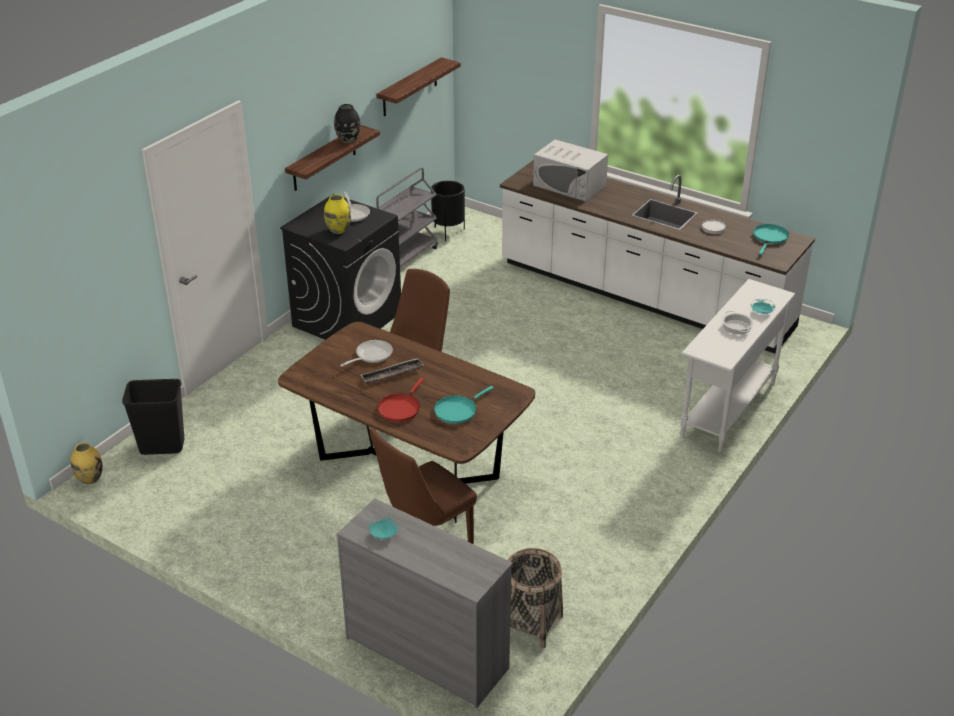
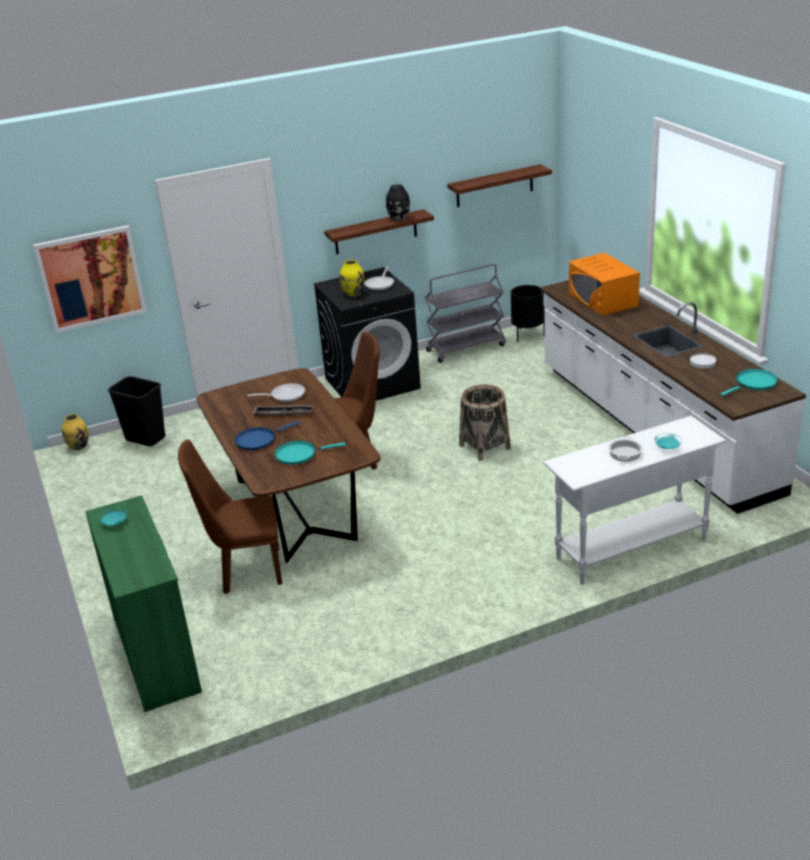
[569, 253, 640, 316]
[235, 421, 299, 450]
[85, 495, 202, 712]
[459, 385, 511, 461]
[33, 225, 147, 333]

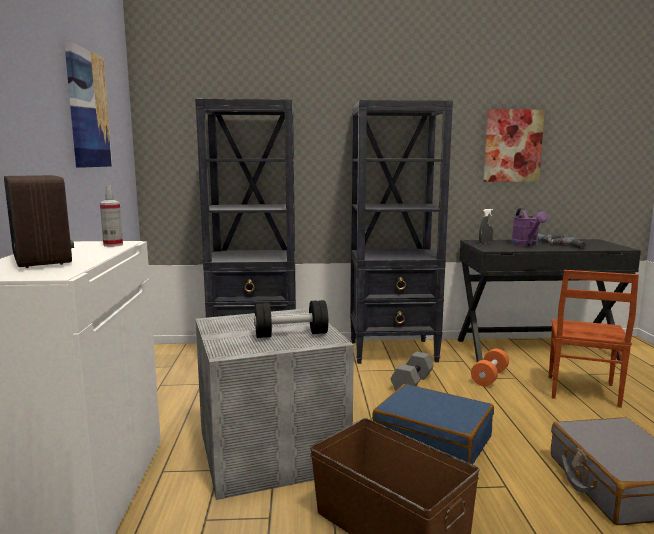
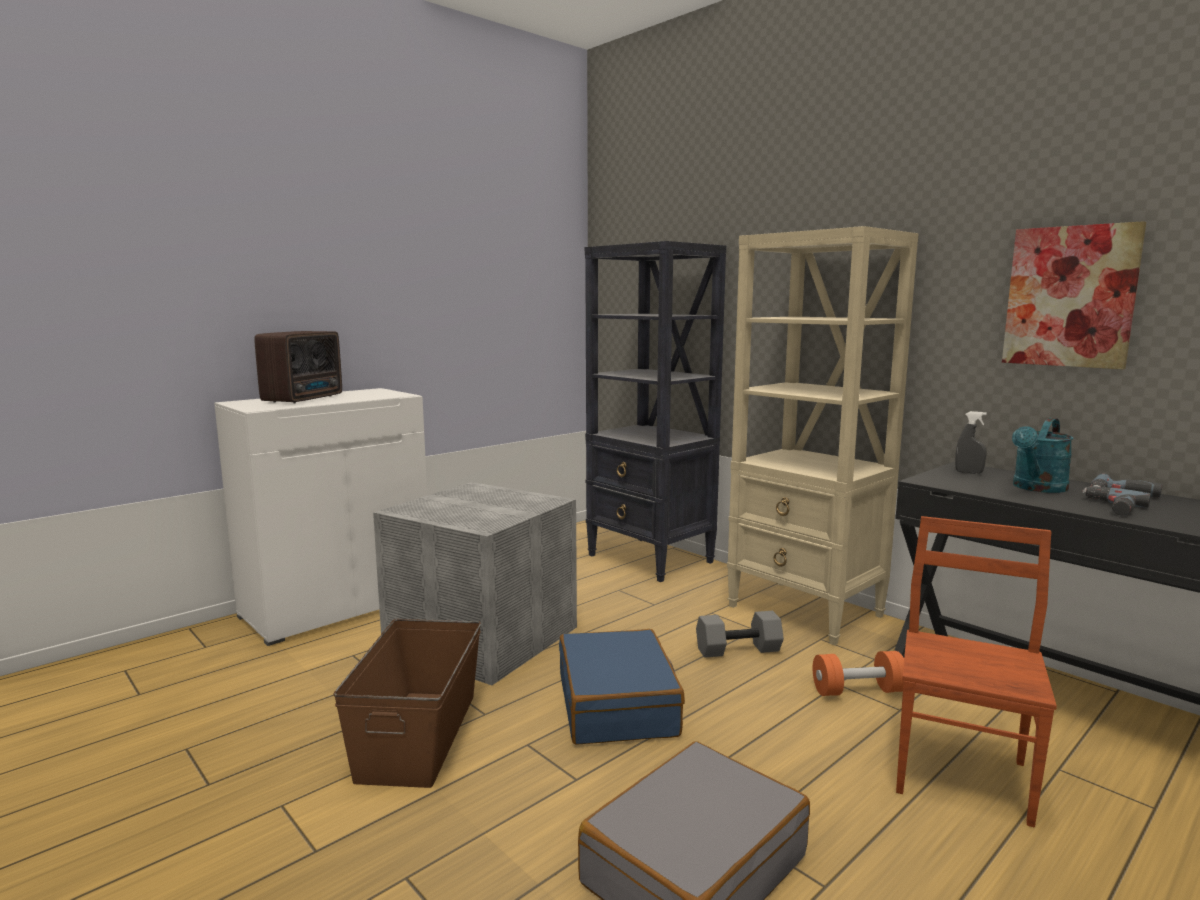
[64, 41, 112, 168] (first image)
[727, 226, 919, 645]
[100, 186, 123, 247] (first image)
[1012, 418, 1074, 493]
[896, 516, 1057, 827]
[254, 300, 328, 338] (first image)

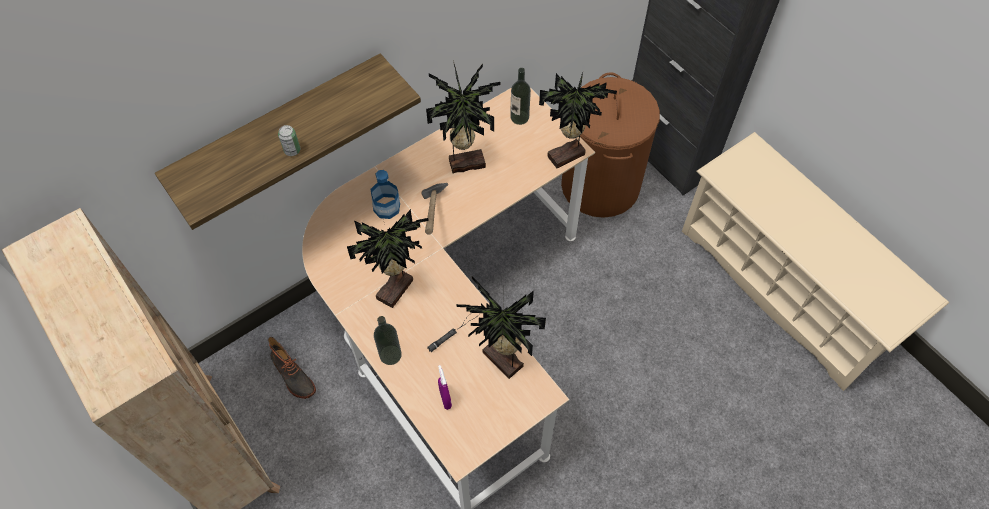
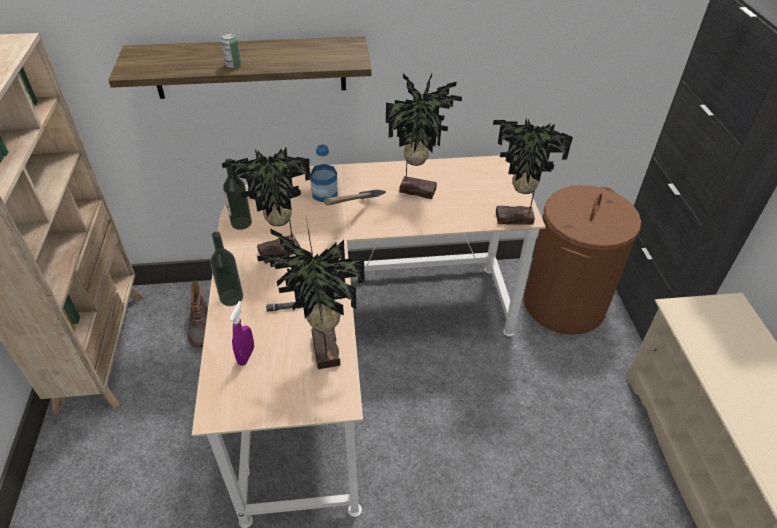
[223, 159, 252, 230]

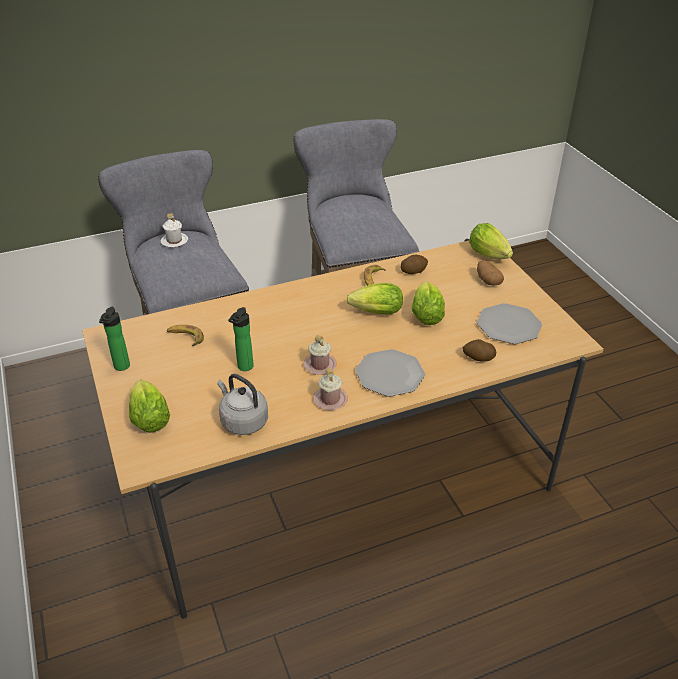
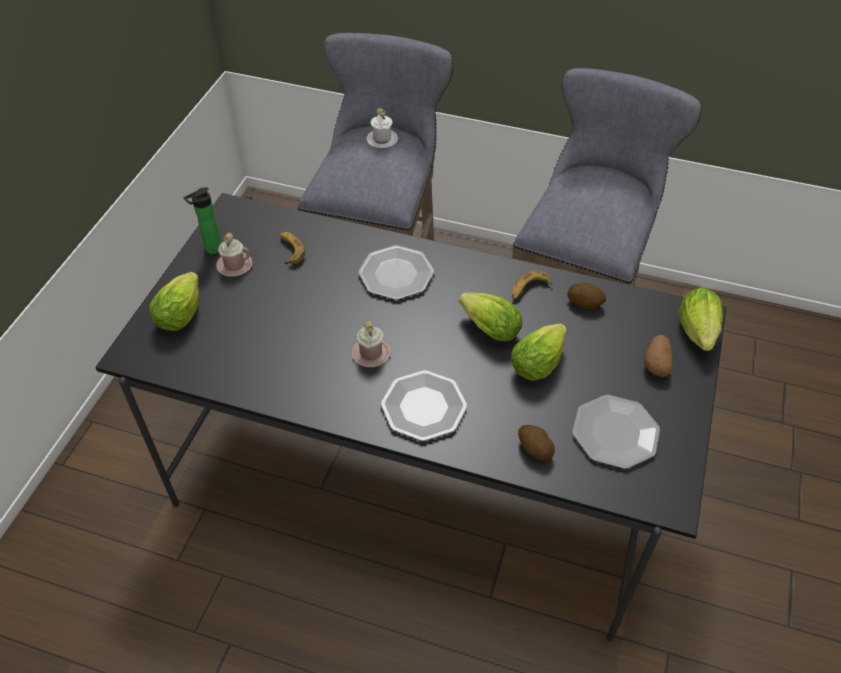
[95, 193, 726, 642]
[228, 307, 254, 371] (first image)
[216, 233, 252, 277]
[217, 374, 268, 435] (first image)
[358, 245, 434, 300]

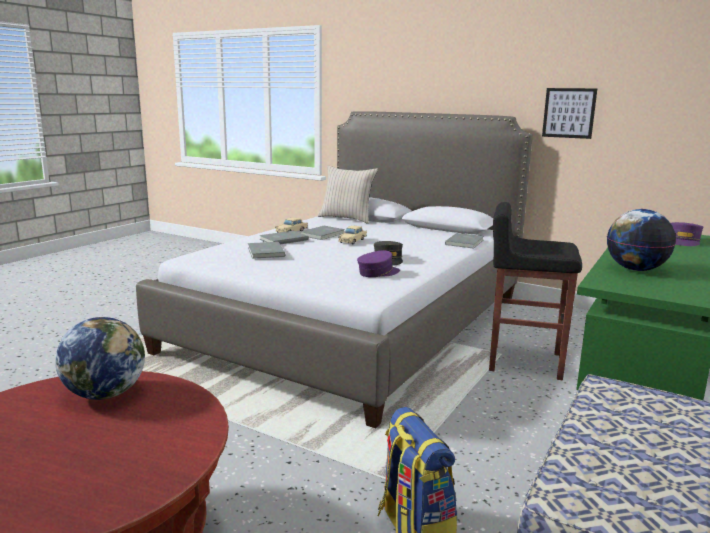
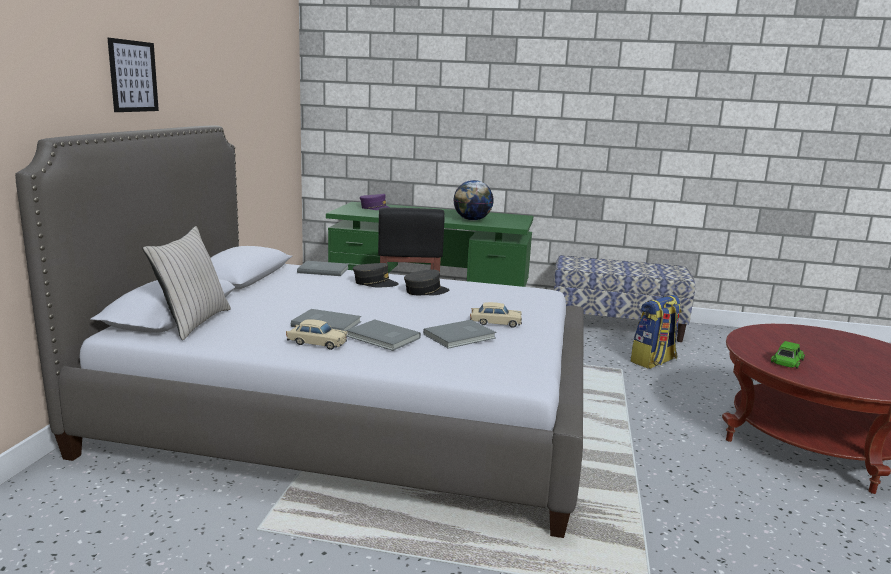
[108, 38, 159, 112]
[470, 302, 522, 328]
[357, 251, 400, 277] (first image)
[771, 341, 805, 369]
[353, 263, 399, 287]

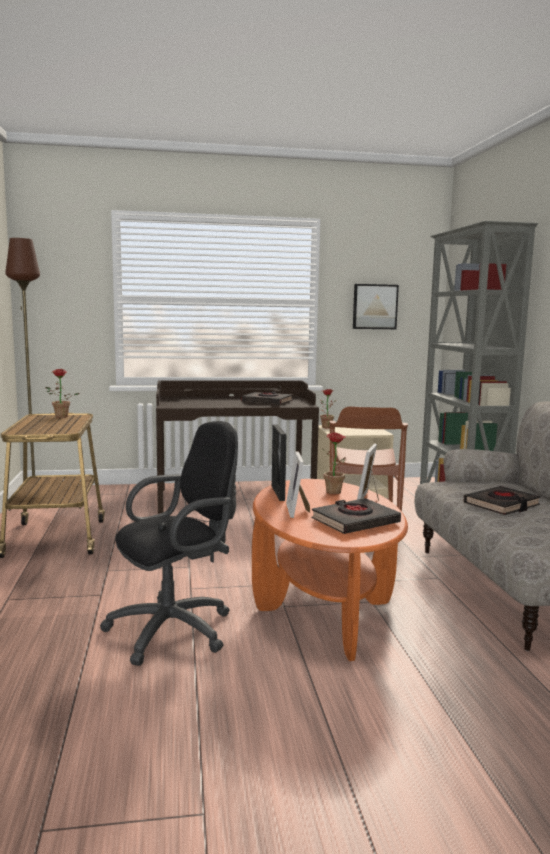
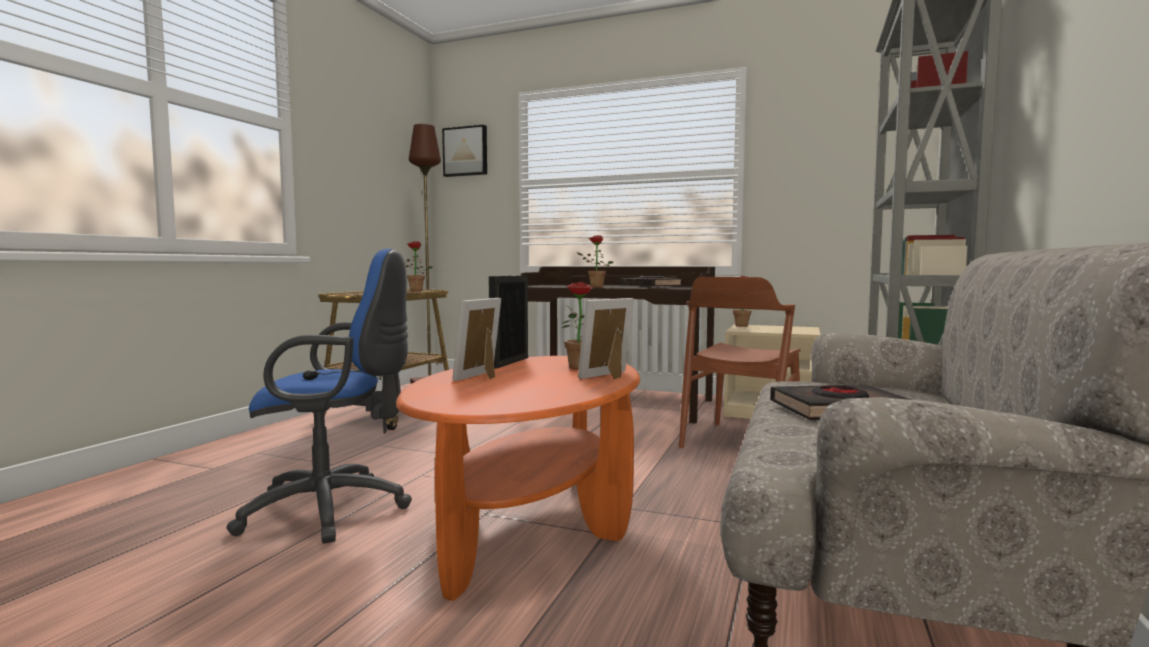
[442, 125, 487, 177]
[226, 249, 412, 543]
[311, 498, 401, 534] (first image)
[577, 235, 613, 287]

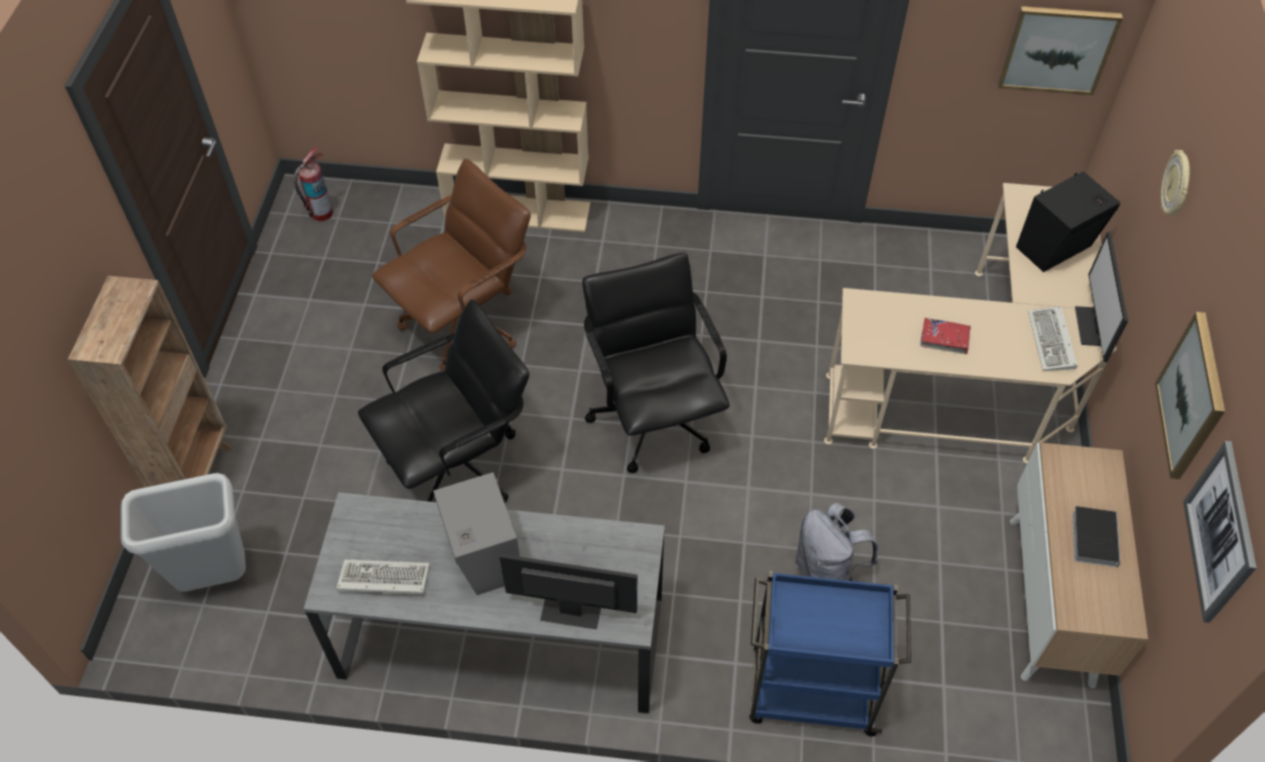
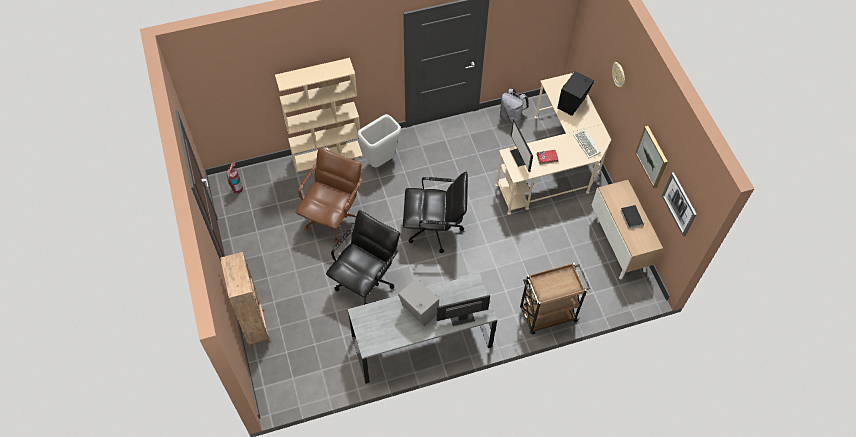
[998, 6, 1123, 95] (first image)
[510, 119, 533, 172]
[403, 172, 468, 253]
[358, 114, 401, 167]
[500, 89, 529, 125]
[336, 559, 430, 595] (first image)
[520, 263, 590, 335]

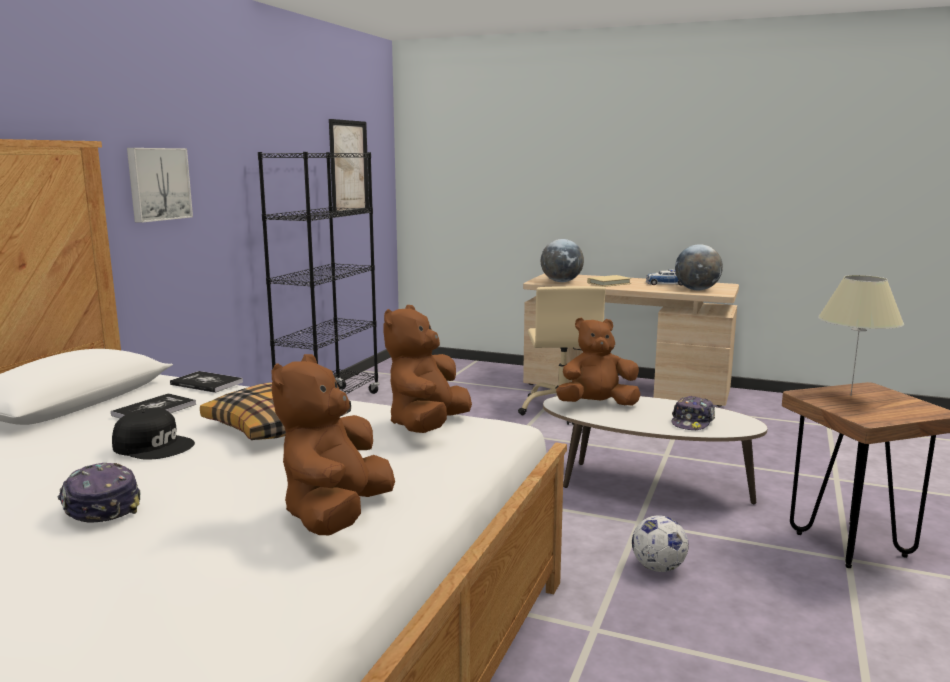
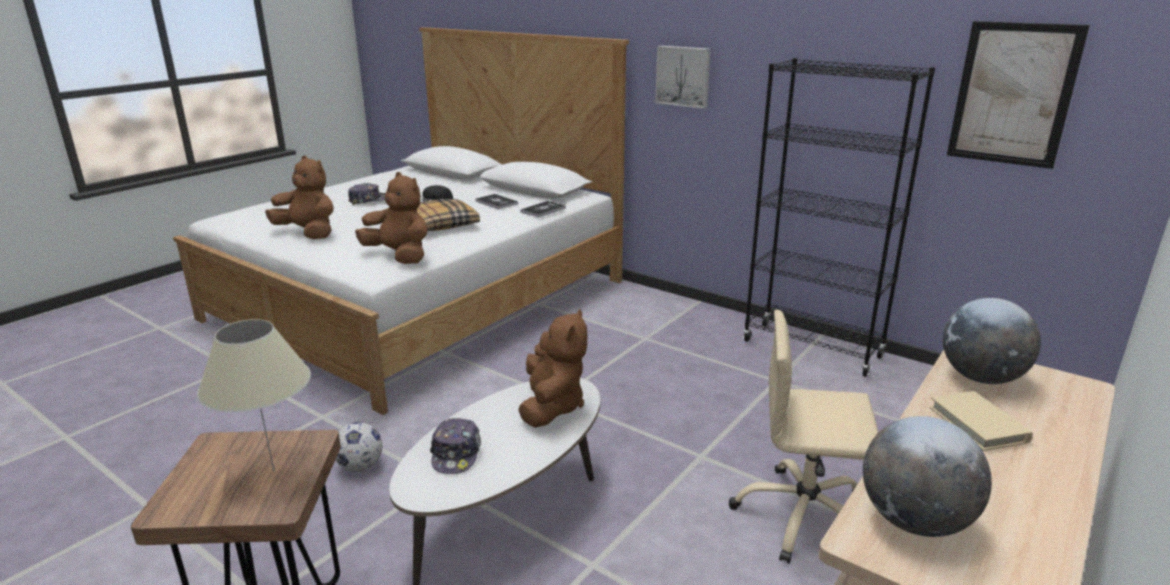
[646, 270, 682, 286] (first image)
[430, 418, 481, 474]

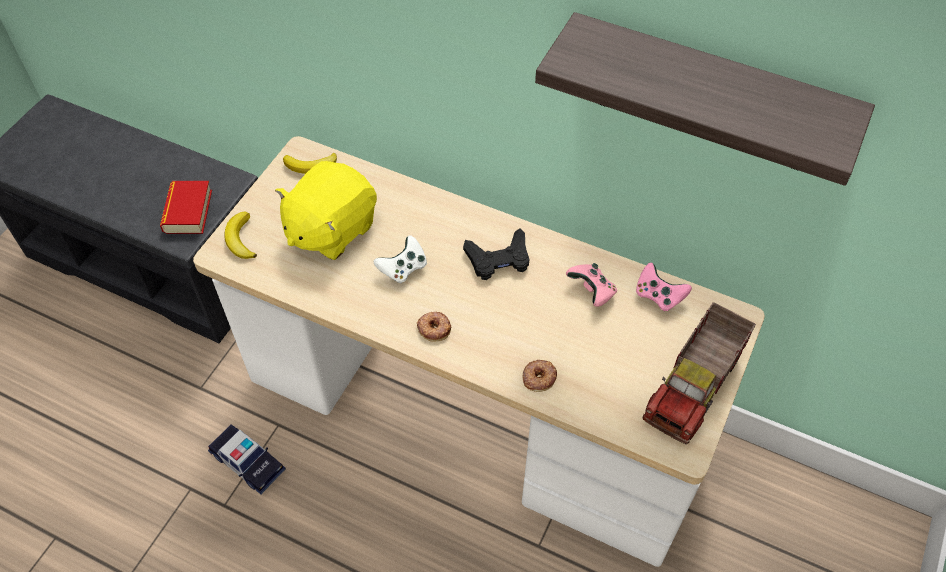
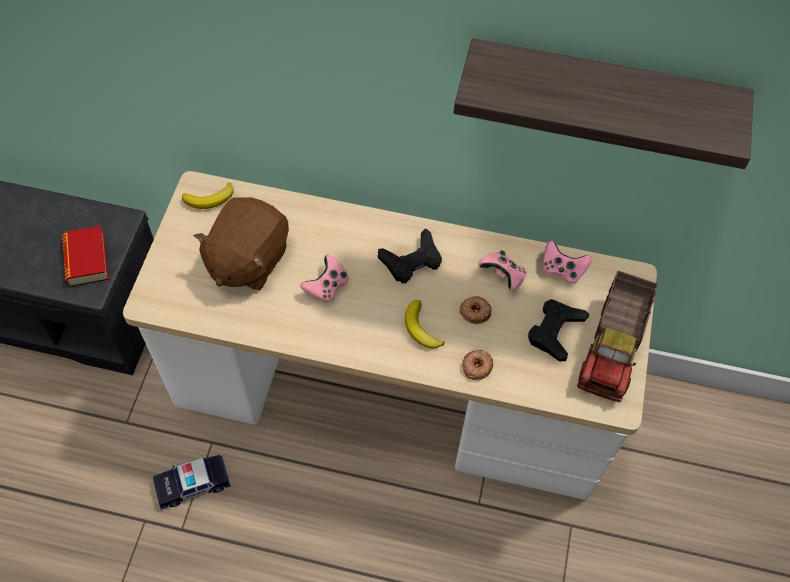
[194, 197, 289, 290]
[405, 300, 444, 349]
[300, 254, 349, 302]
[459, 296, 492, 324]
[153, 455, 231, 510]
[528, 299, 590, 361]

